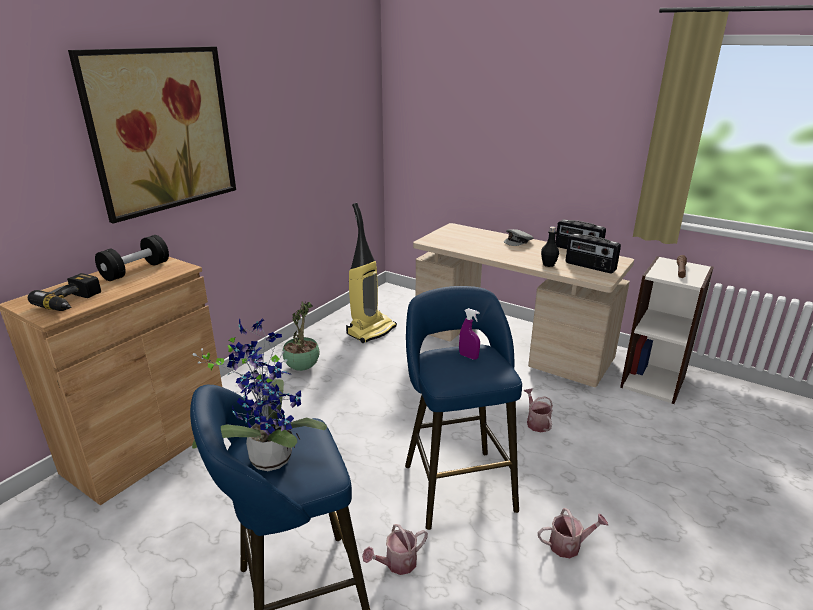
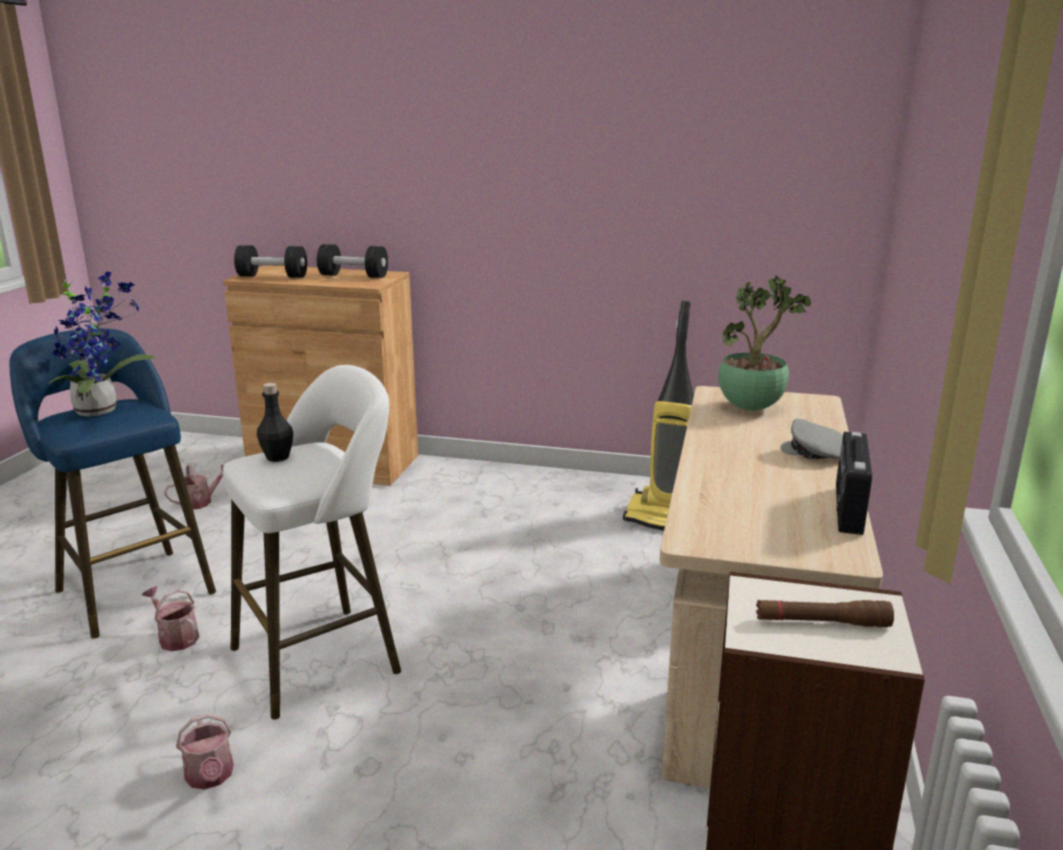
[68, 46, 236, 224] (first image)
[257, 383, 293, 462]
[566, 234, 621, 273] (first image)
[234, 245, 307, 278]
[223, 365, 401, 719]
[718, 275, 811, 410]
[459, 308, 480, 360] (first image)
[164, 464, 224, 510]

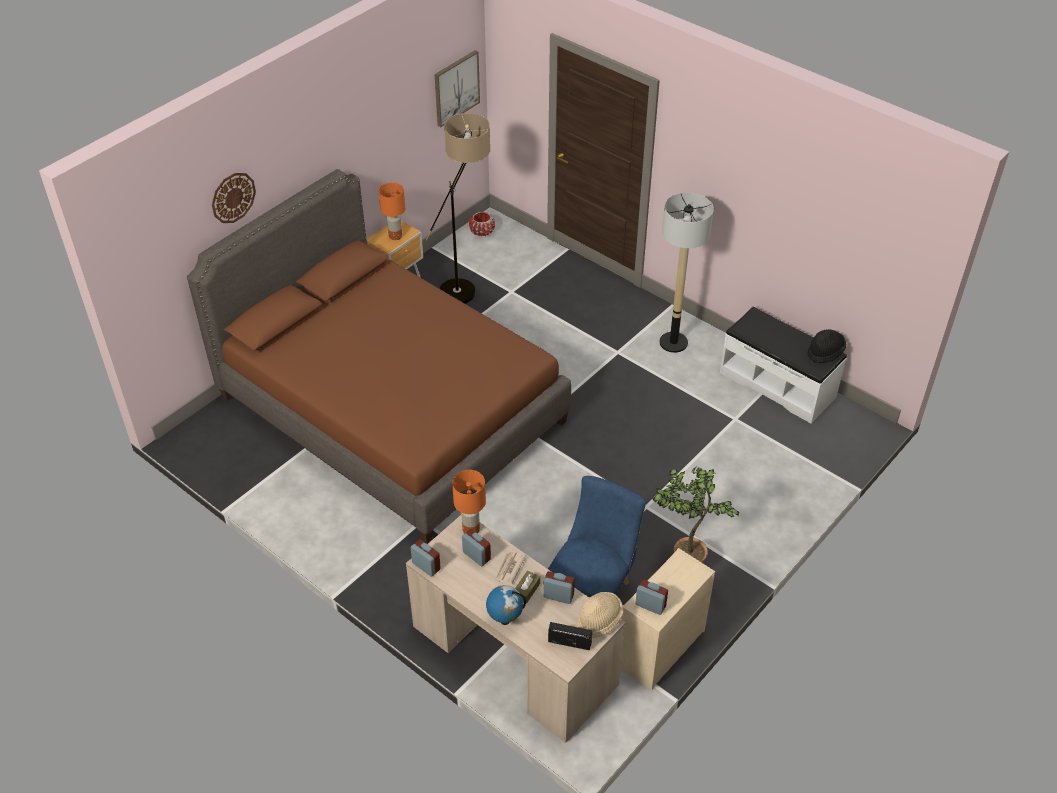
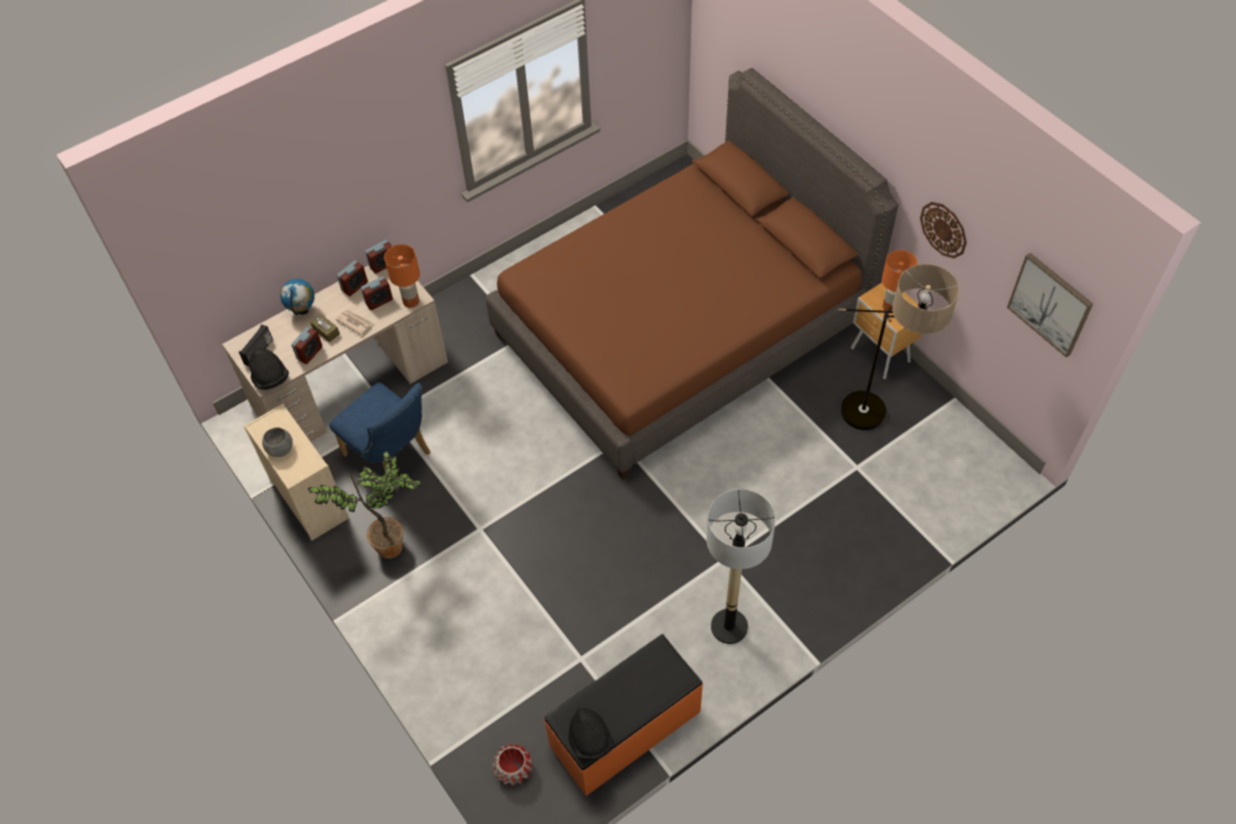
[920, 202, 967, 258]
[492, 744, 533, 785]
[544, 634, 703, 796]
[337, 261, 368, 296]
[249, 348, 289, 390]
[262, 428, 293, 457]

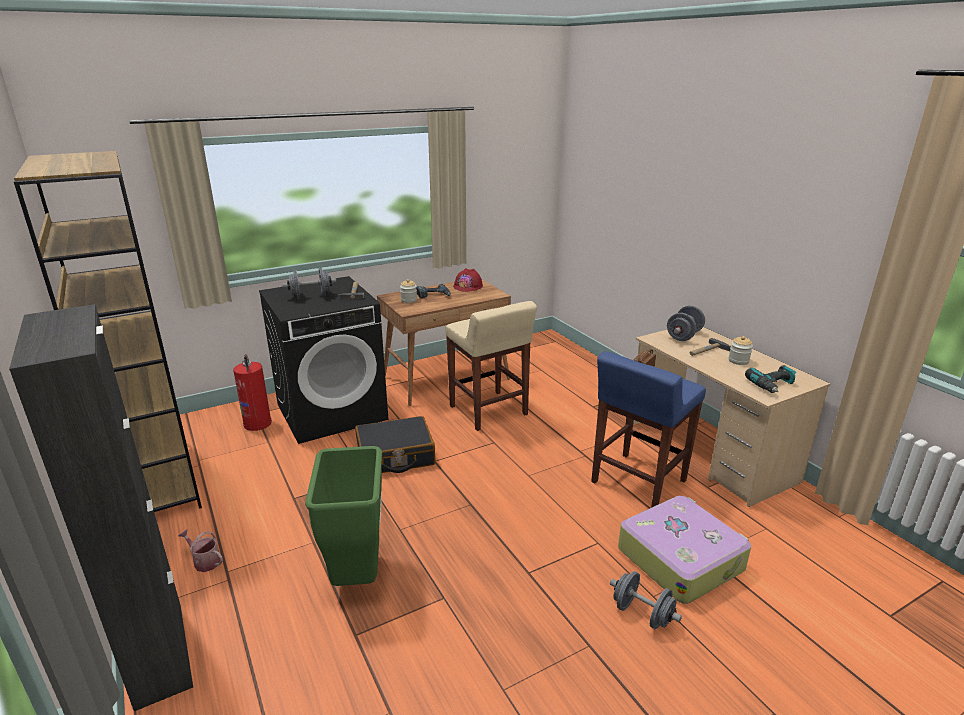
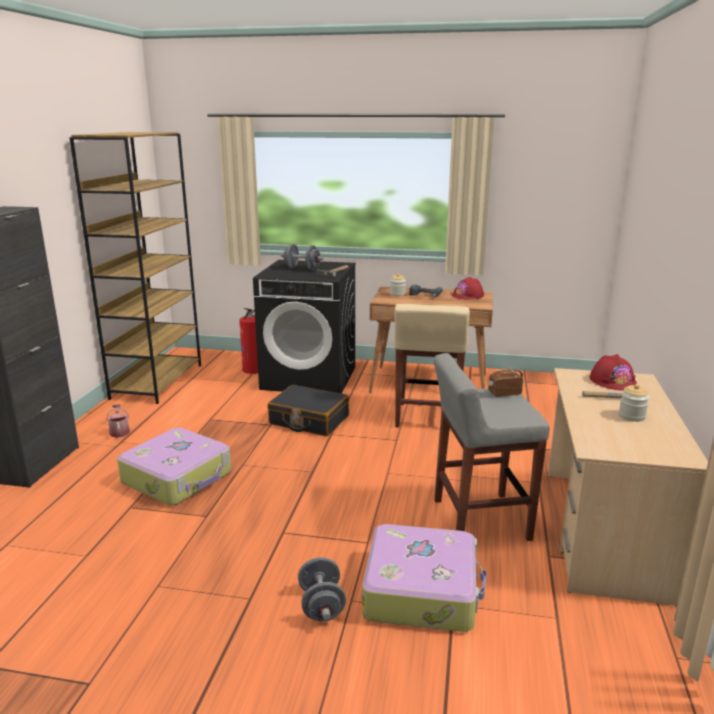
[589, 354, 637, 391]
[434, 353, 550, 541]
[745, 365, 796, 393] (first image)
[117, 428, 231, 505]

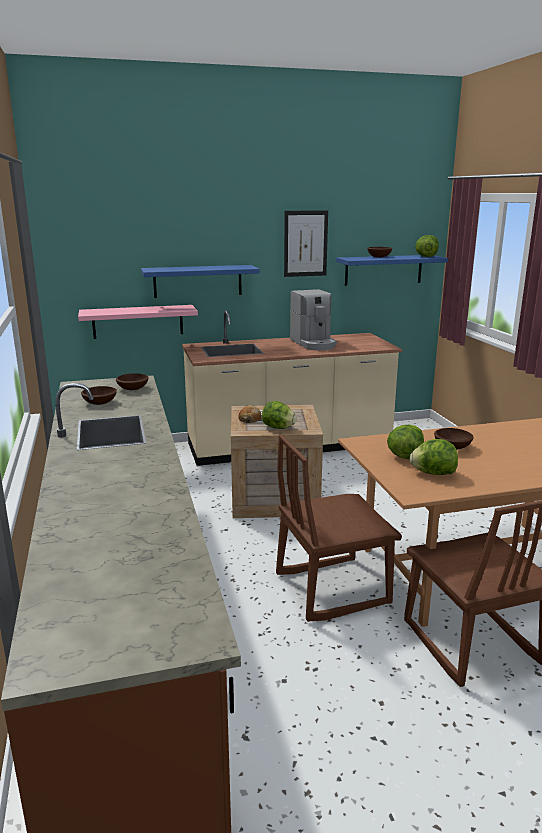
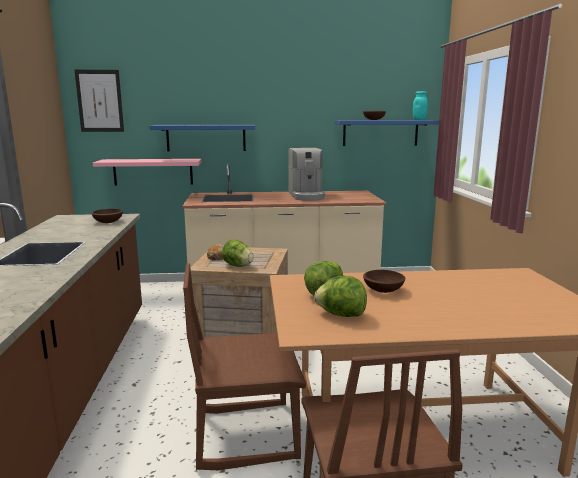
[75, 70, 124, 132]
[413, 91, 428, 120]
[81, 386, 117, 405] (first image)

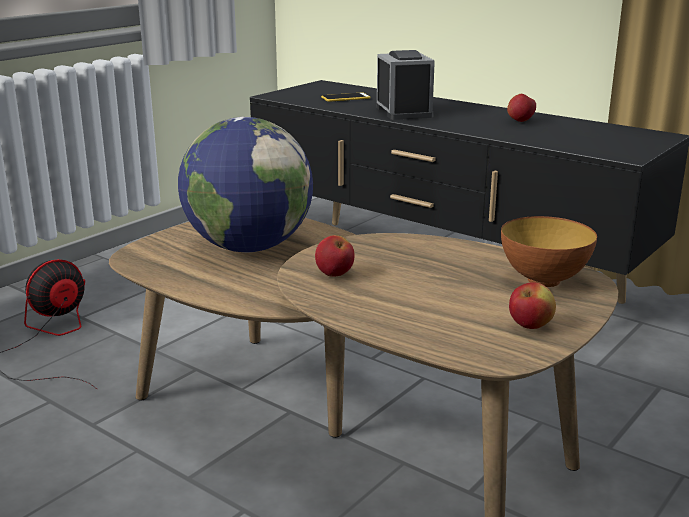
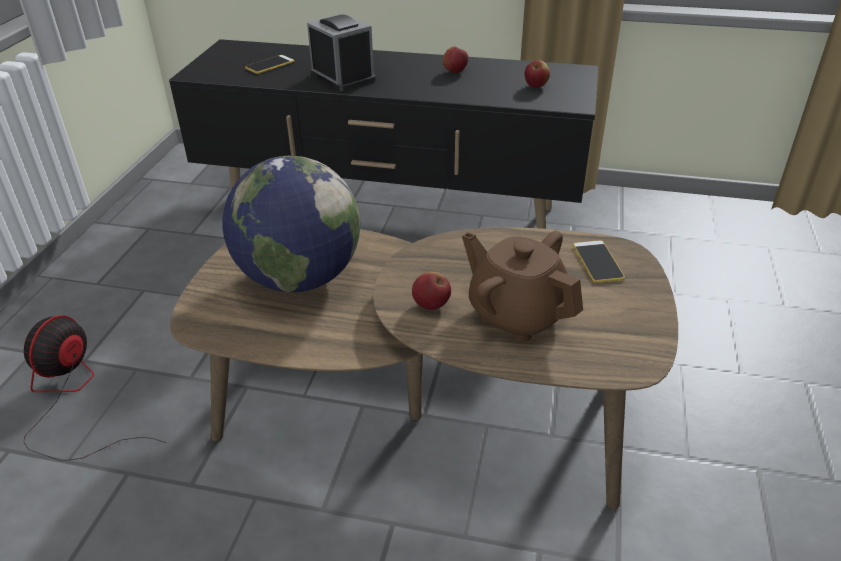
[573, 240, 625, 283]
[524, 60, 550, 88]
[462, 231, 583, 341]

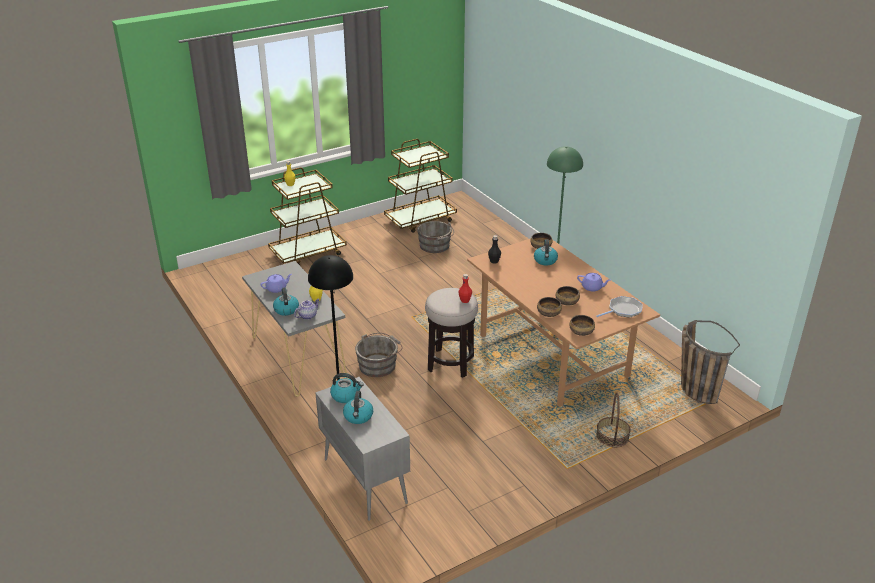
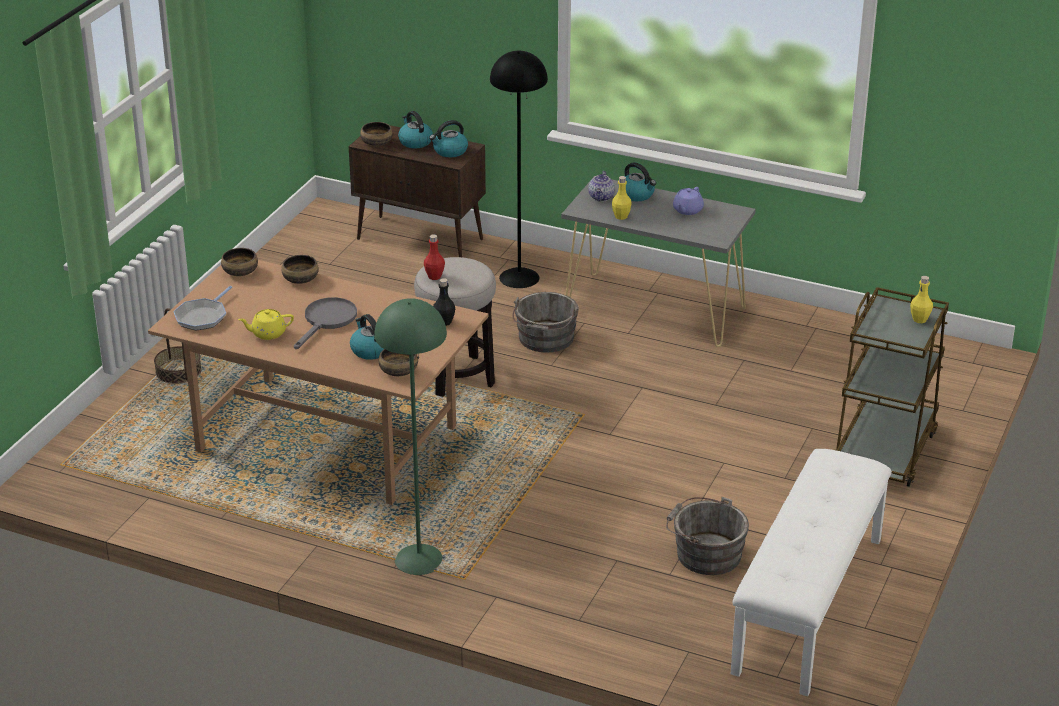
[731, 449, 892, 696]
[238, 309, 294, 340]
[360, 122, 393, 146]
[681, 320, 740, 404] (first image)
[349, 125, 486, 257]
[294, 297, 357, 349]

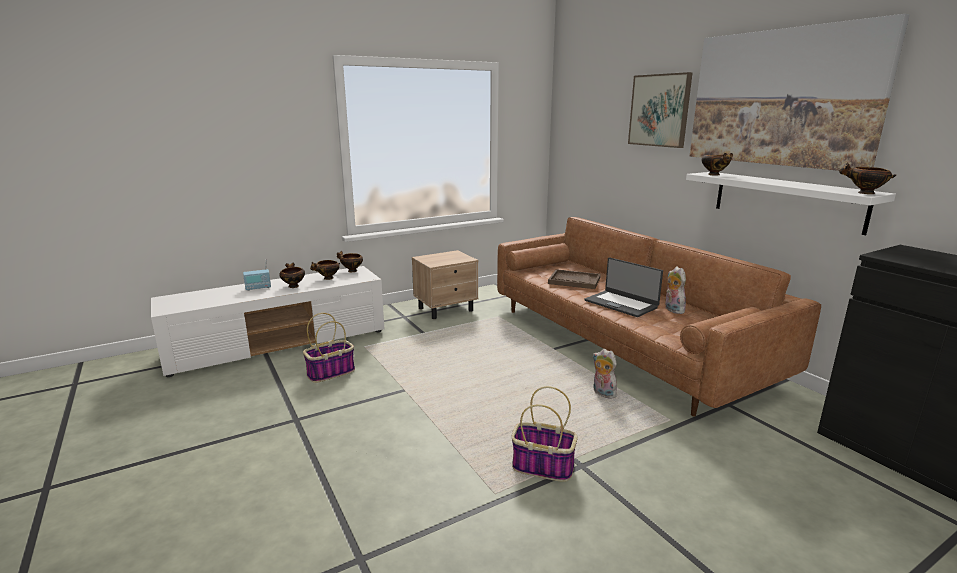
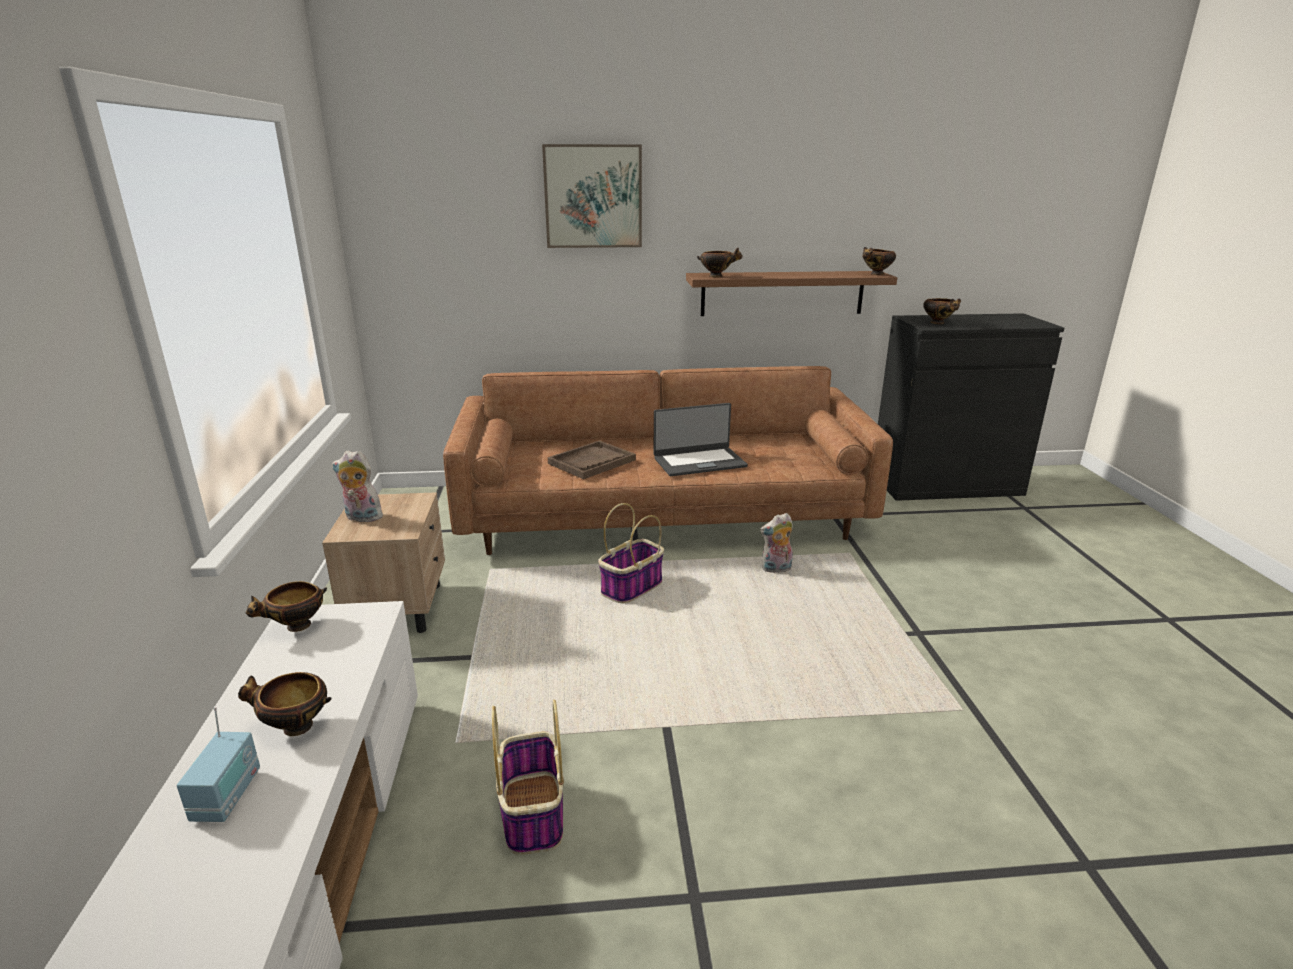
[690, 14, 910, 171] (first image)
[686, 271, 897, 316]
[923, 298, 961, 324]
[332, 451, 383, 522]
[598, 503, 664, 603]

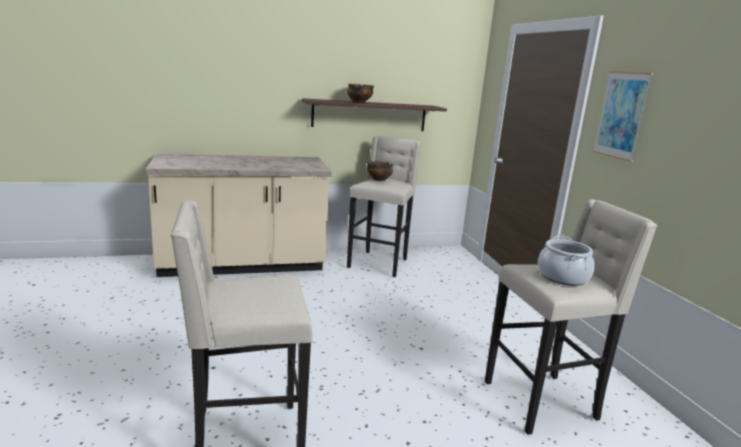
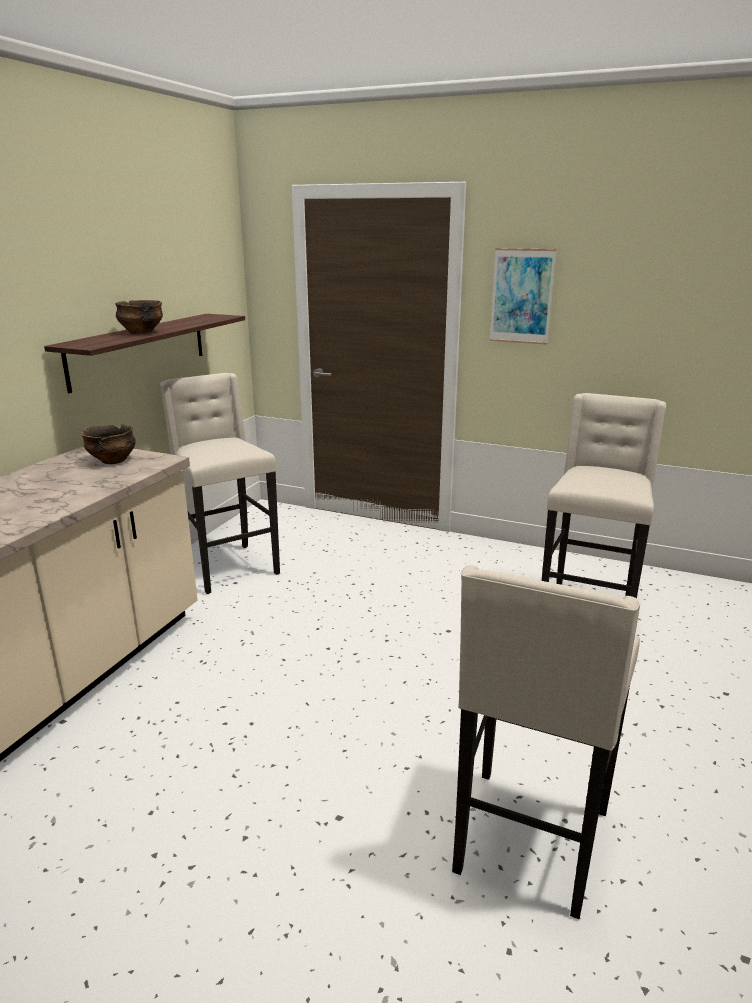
[81, 425, 136, 464]
[538, 236, 595, 286] (first image)

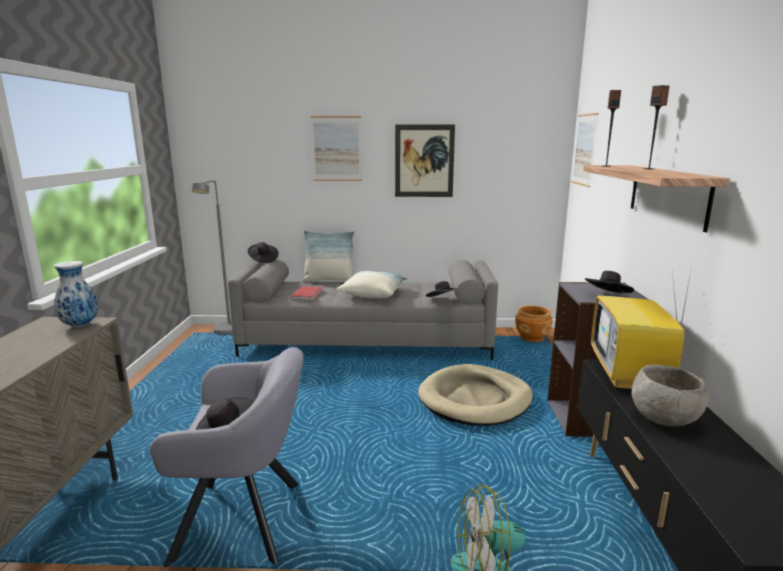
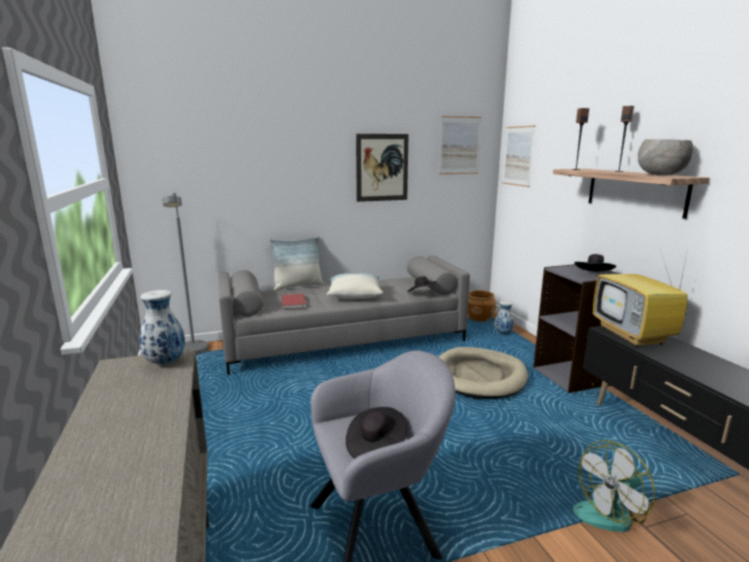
[439, 116, 482, 175]
[248, 242, 279, 263] (first image)
[638, 139, 694, 175]
[494, 301, 514, 335]

